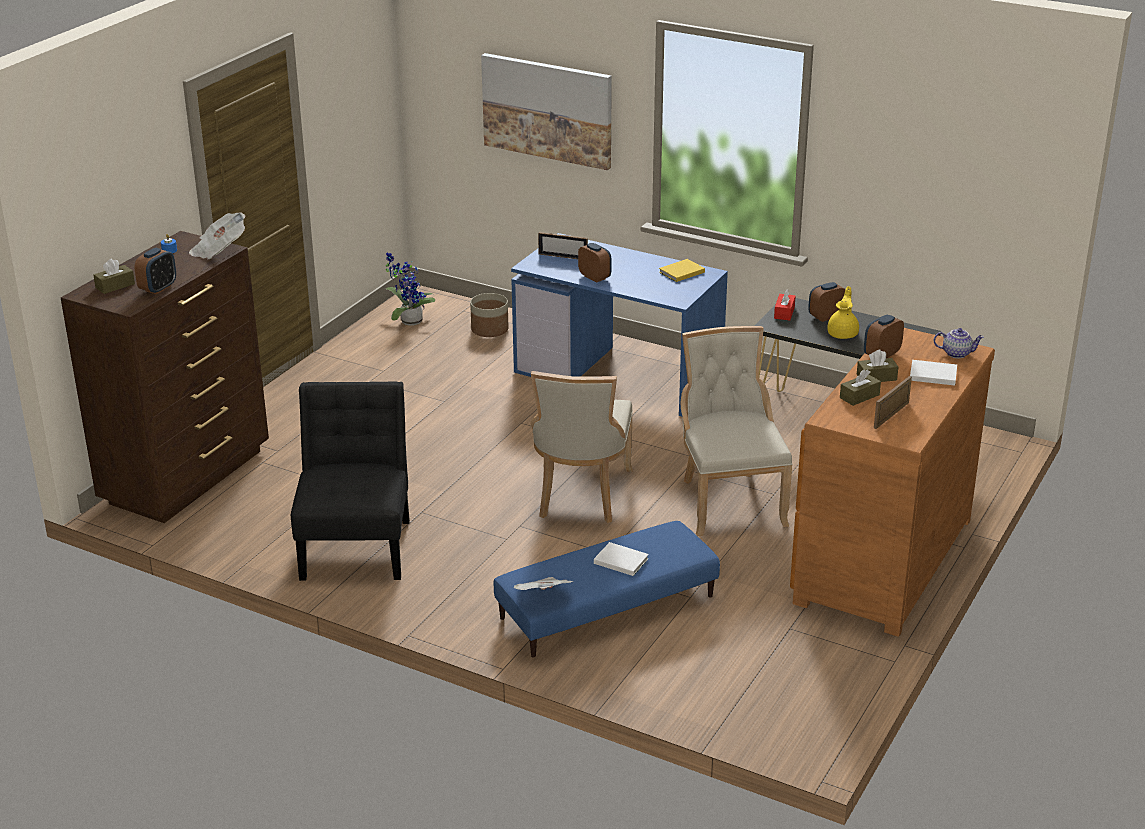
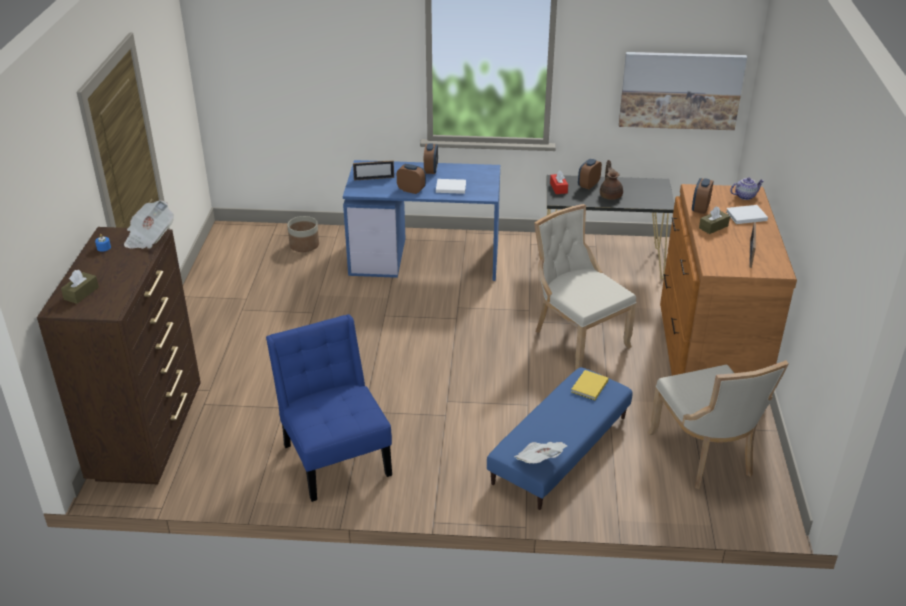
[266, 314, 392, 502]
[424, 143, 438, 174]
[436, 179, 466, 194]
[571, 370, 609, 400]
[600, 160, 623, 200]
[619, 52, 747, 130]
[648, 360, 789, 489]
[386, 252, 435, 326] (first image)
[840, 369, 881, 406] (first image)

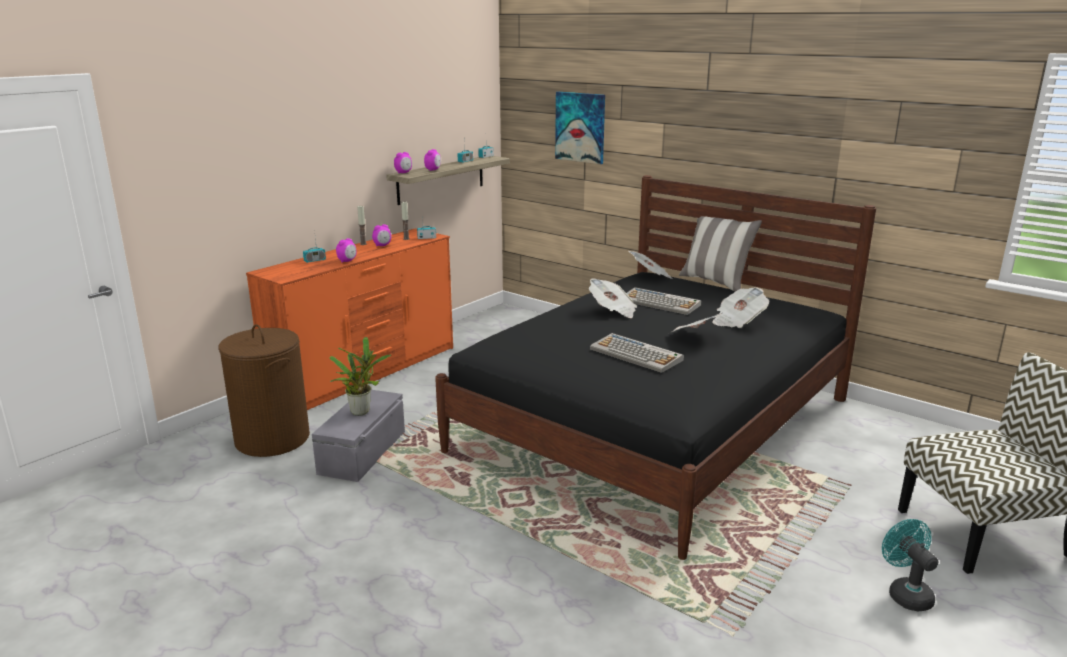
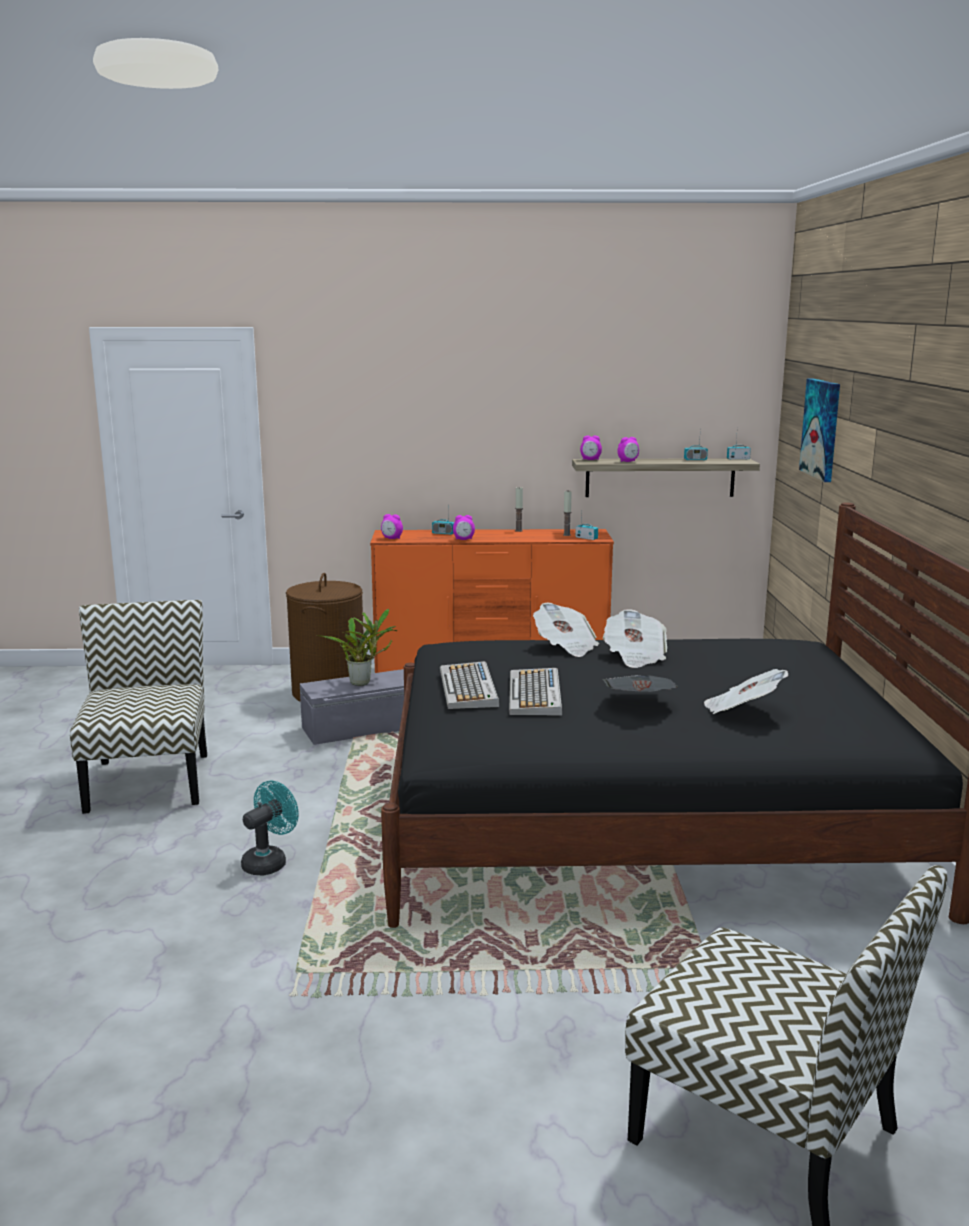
[70, 600, 207, 814]
[241, 781, 299, 876]
[381, 514, 403, 539]
[440, 661, 499, 709]
[533, 603, 599, 657]
[679, 216, 762, 292] (first image)

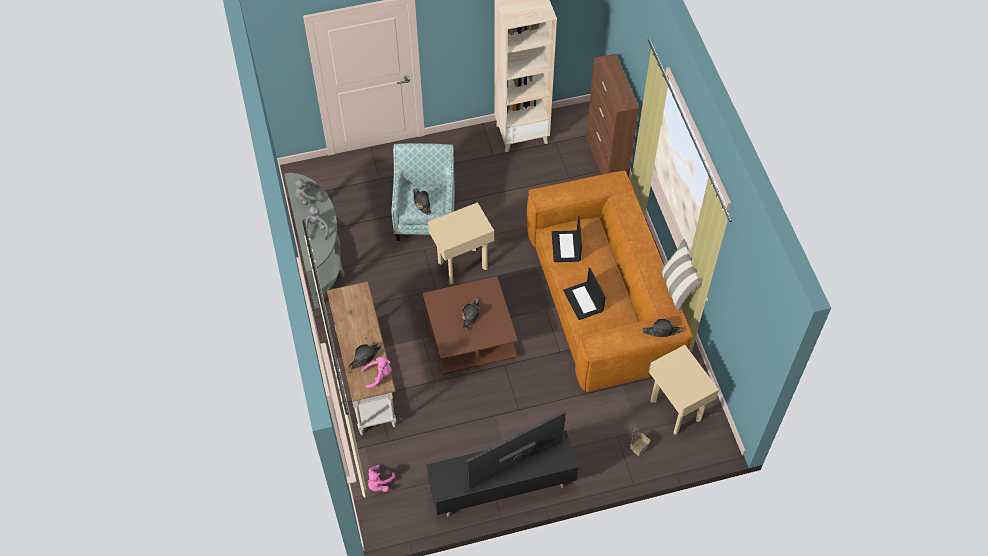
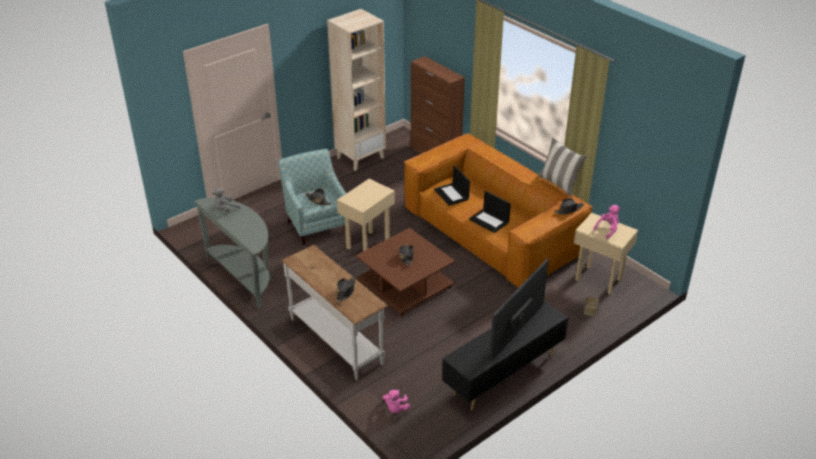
[593, 205, 620, 239]
[301, 205, 329, 240] (first image)

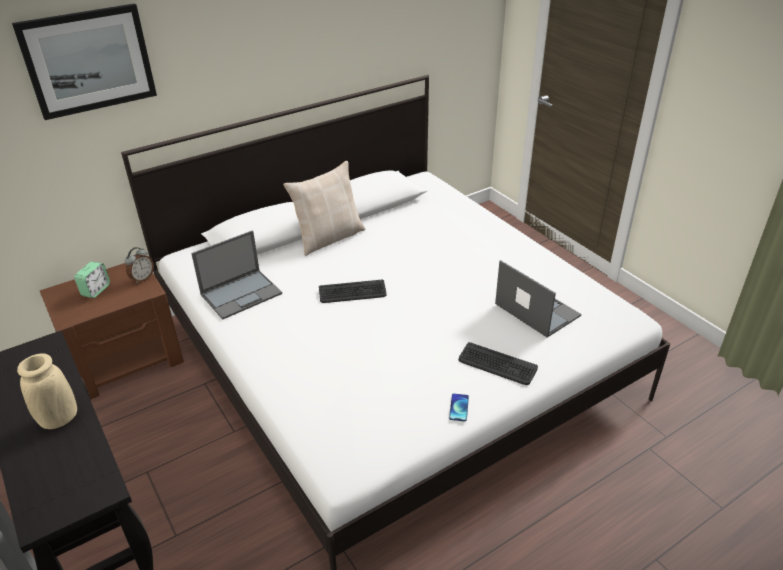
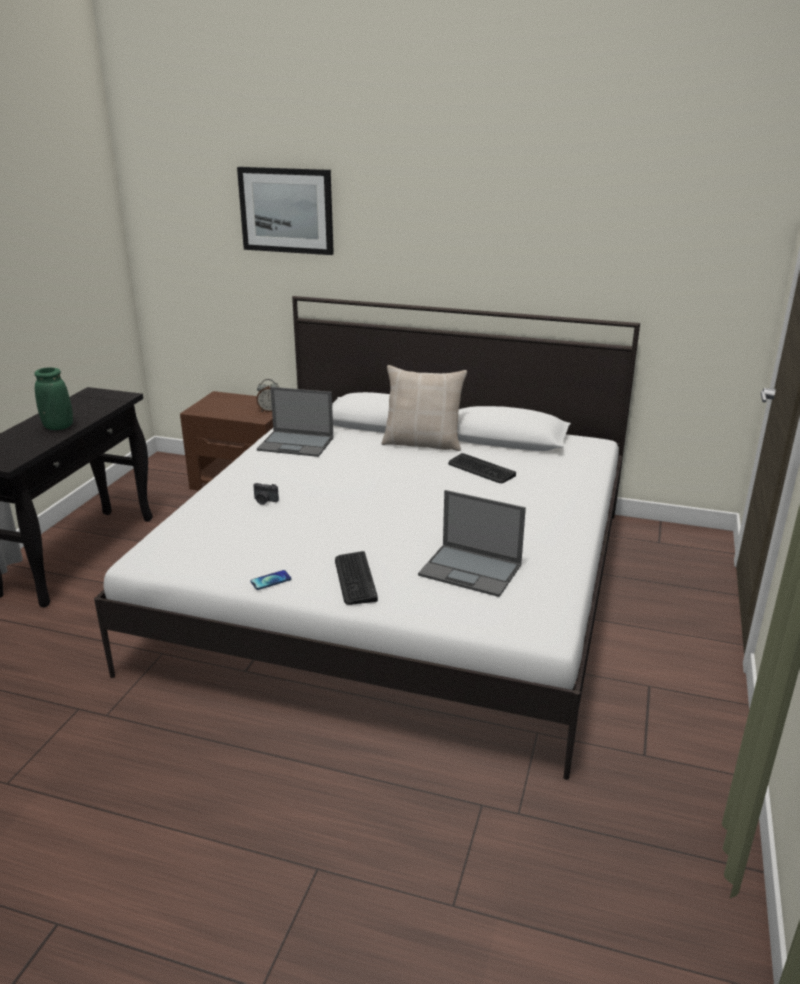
[34, 367, 73, 430]
[253, 483, 279, 505]
[418, 490, 526, 597]
[448, 453, 516, 483]
[74, 262, 110, 298] (first image)

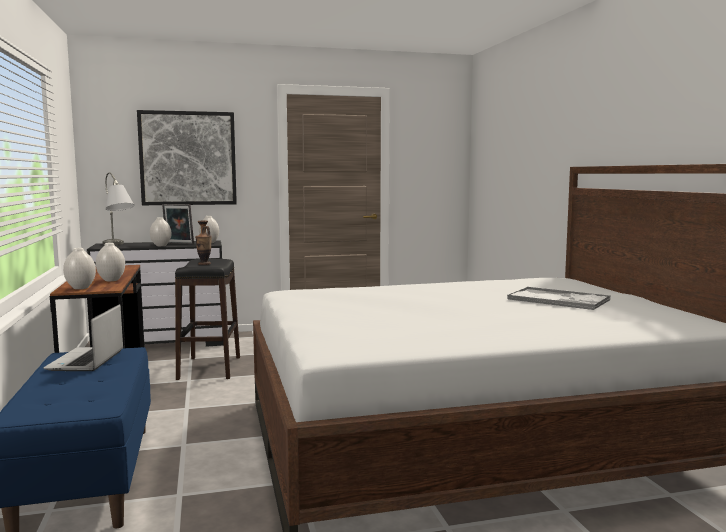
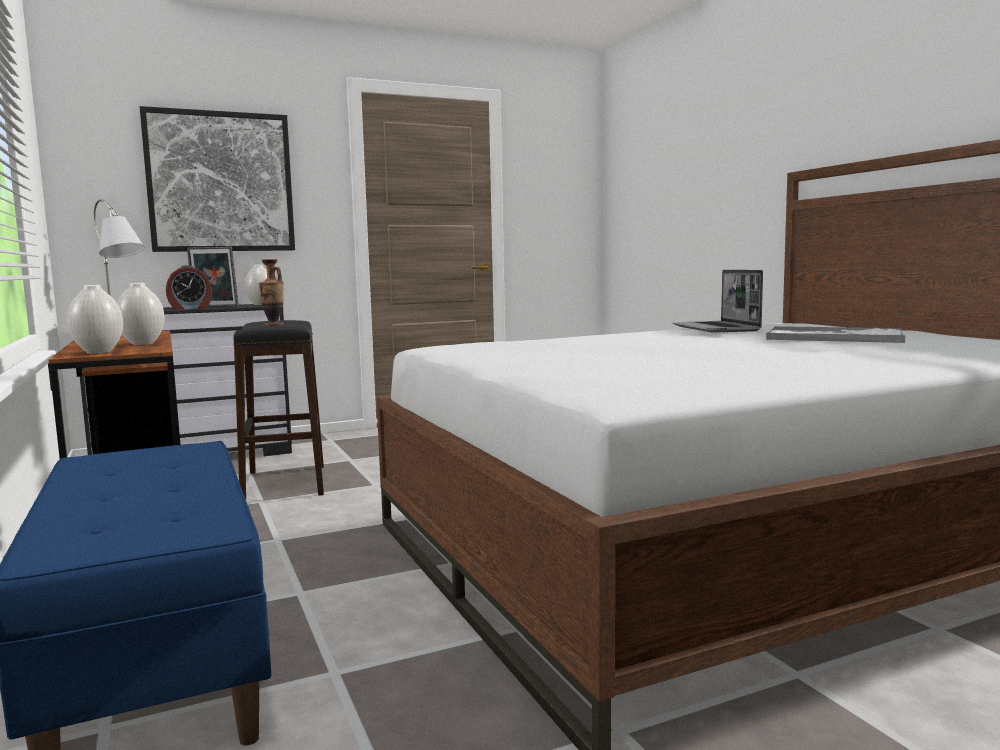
[166, 265, 212, 310]
[673, 270, 763, 333]

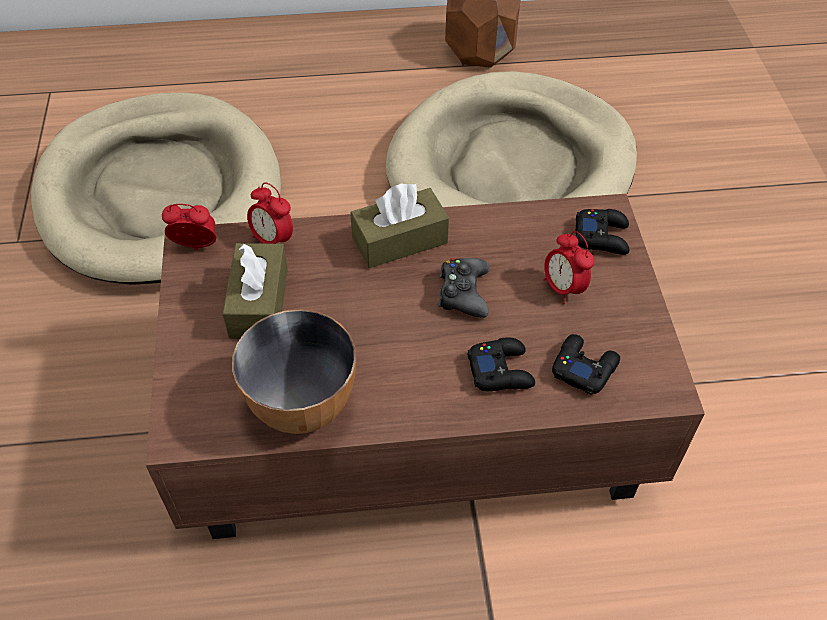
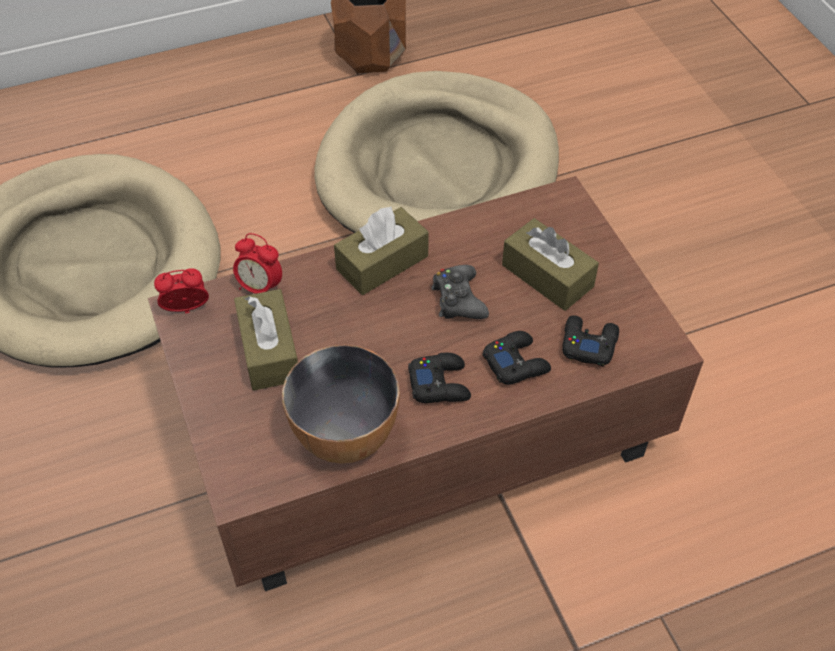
[408, 353, 471, 403]
[502, 218, 599, 311]

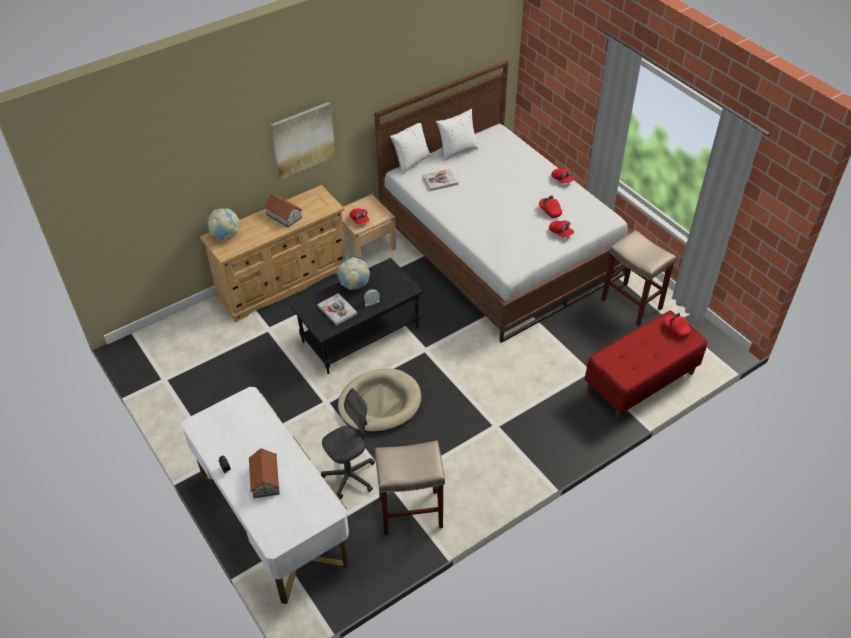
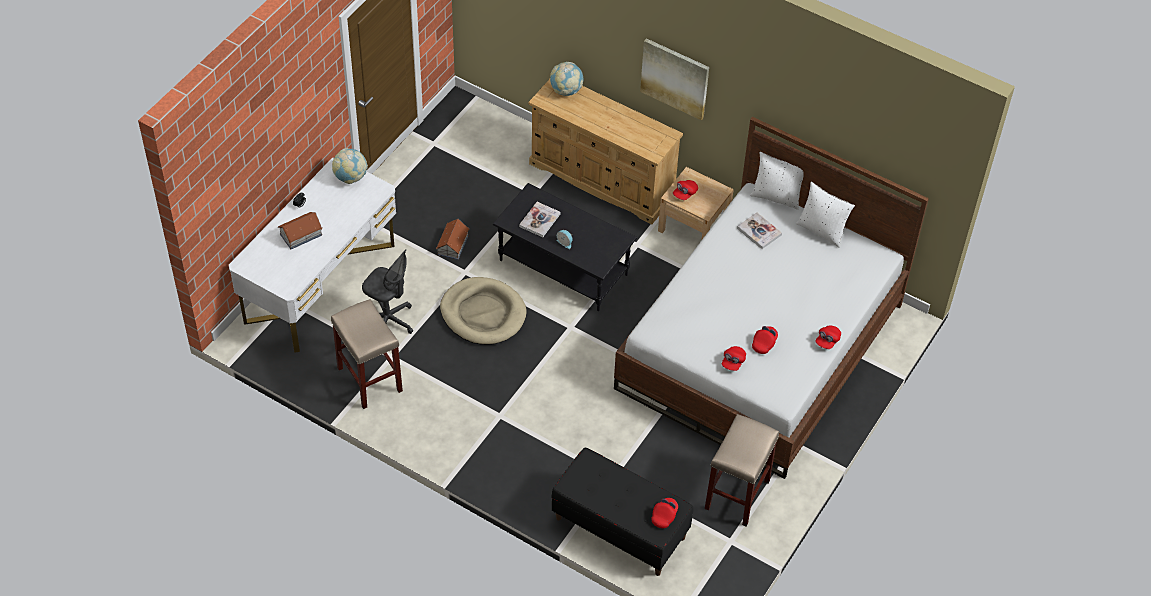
[332, 148, 368, 184]
[436, 219, 470, 260]
[552, 447, 693, 576]

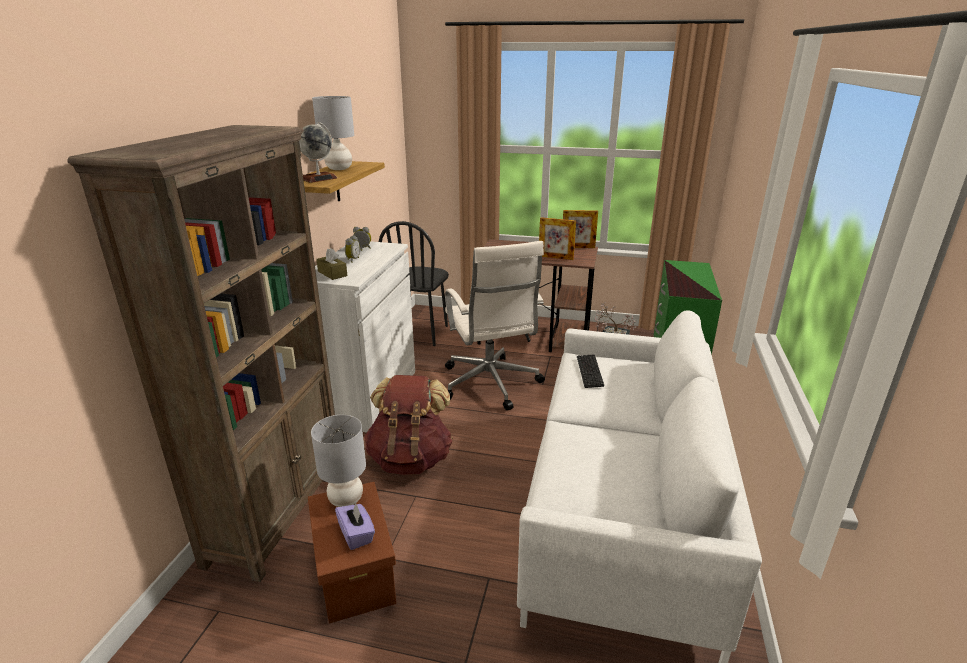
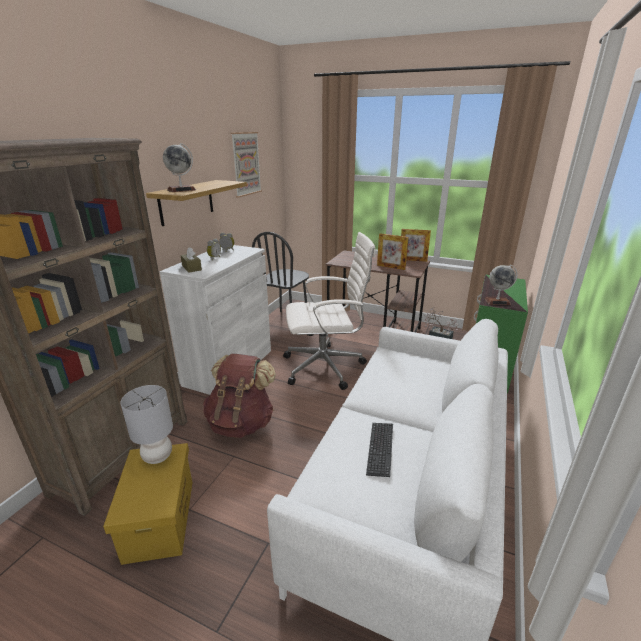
[103, 443, 193, 565]
[231, 132, 262, 198]
[283, 232, 376, 390]
[366, 423, 393, 477]
[484, 264, 518, 305]
[312, 96, 354, 170] (first image)
[335, 502, 375, 550] (first image)

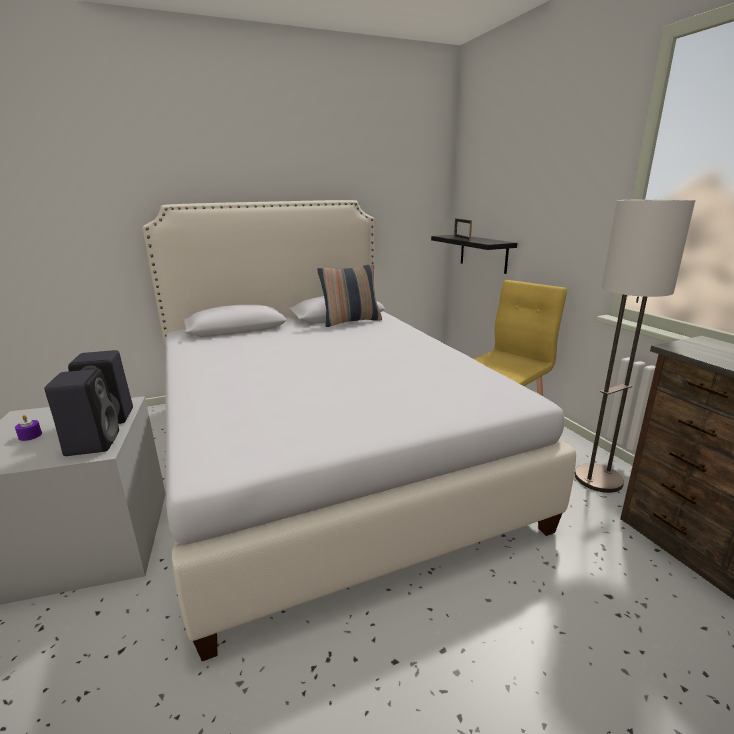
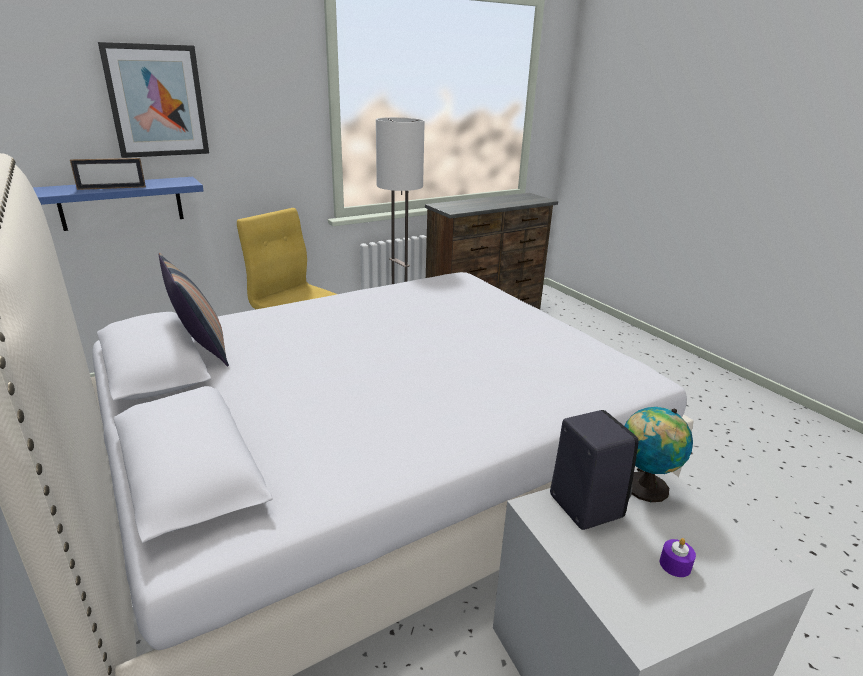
[33, 177, 204, 231]
[98, 42, 209, 158]
[625, 407, 693, 502]

